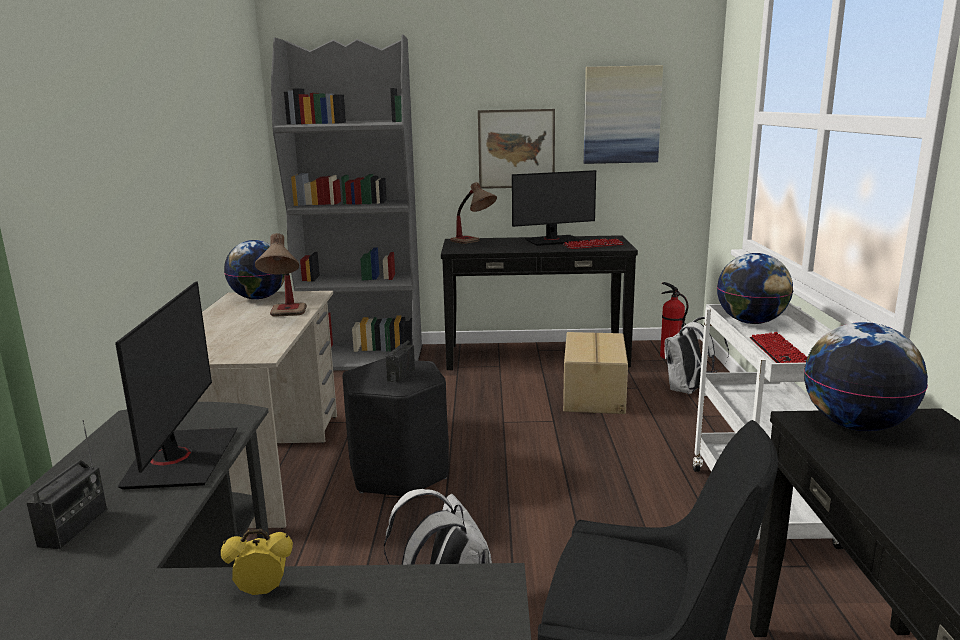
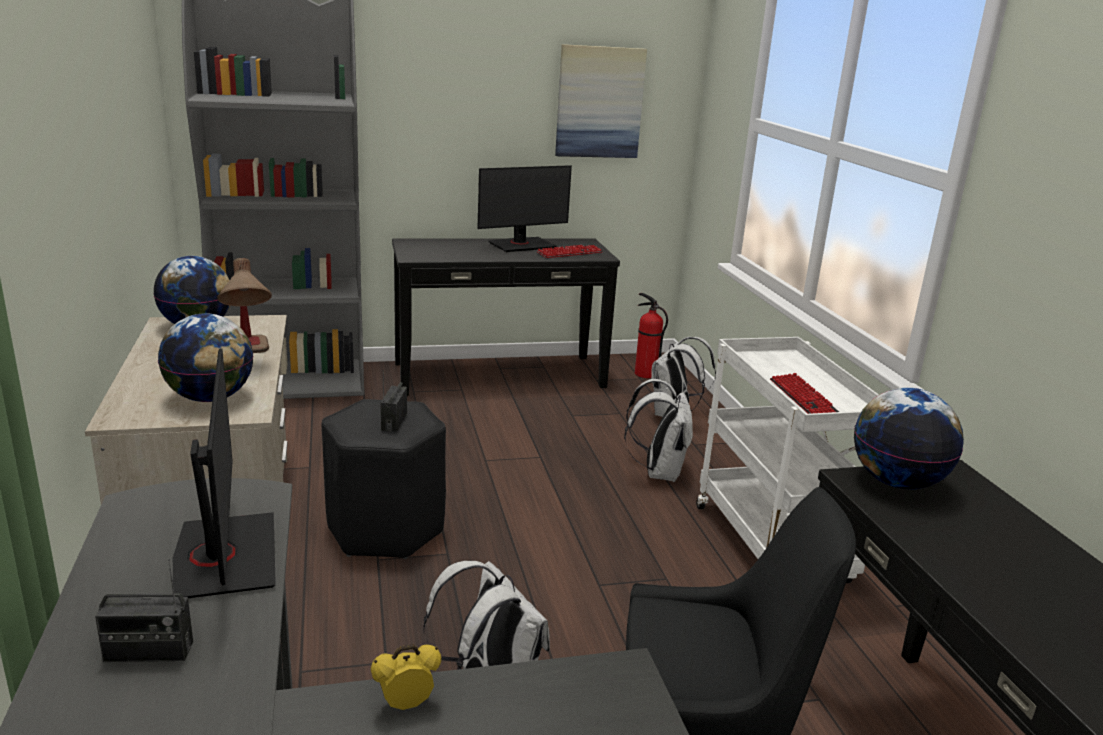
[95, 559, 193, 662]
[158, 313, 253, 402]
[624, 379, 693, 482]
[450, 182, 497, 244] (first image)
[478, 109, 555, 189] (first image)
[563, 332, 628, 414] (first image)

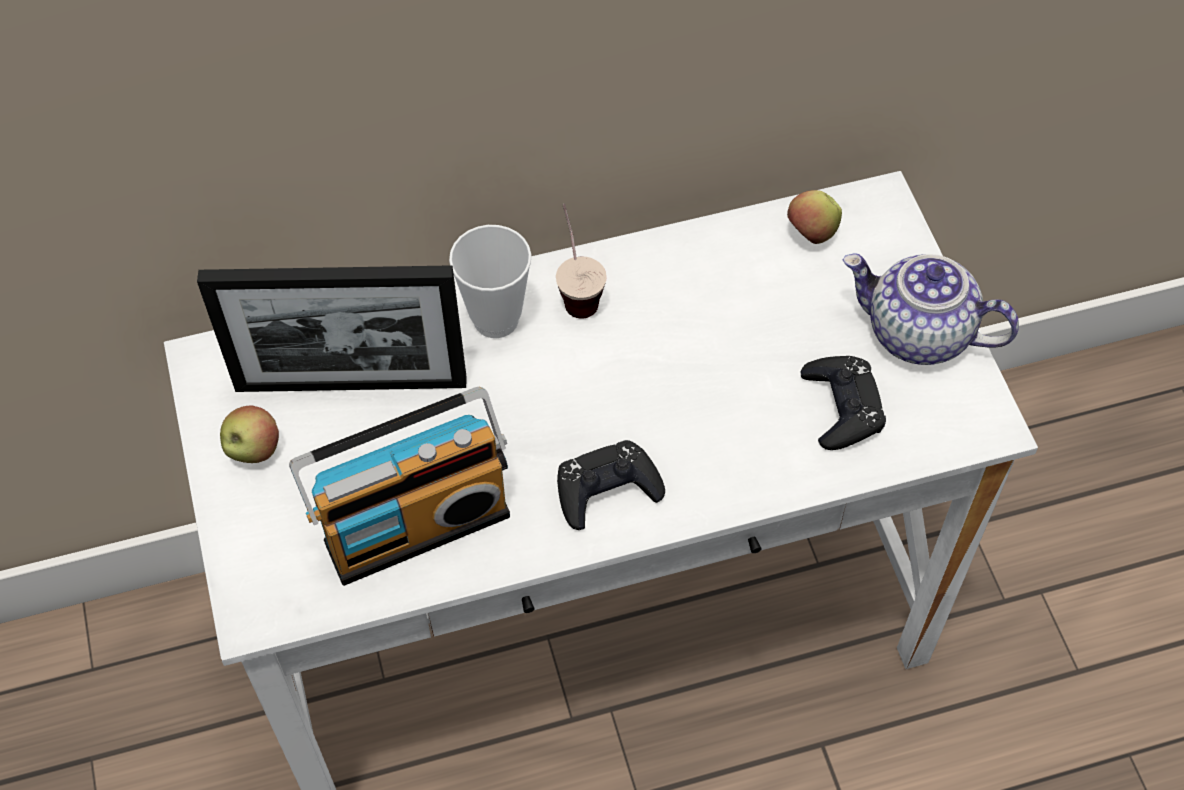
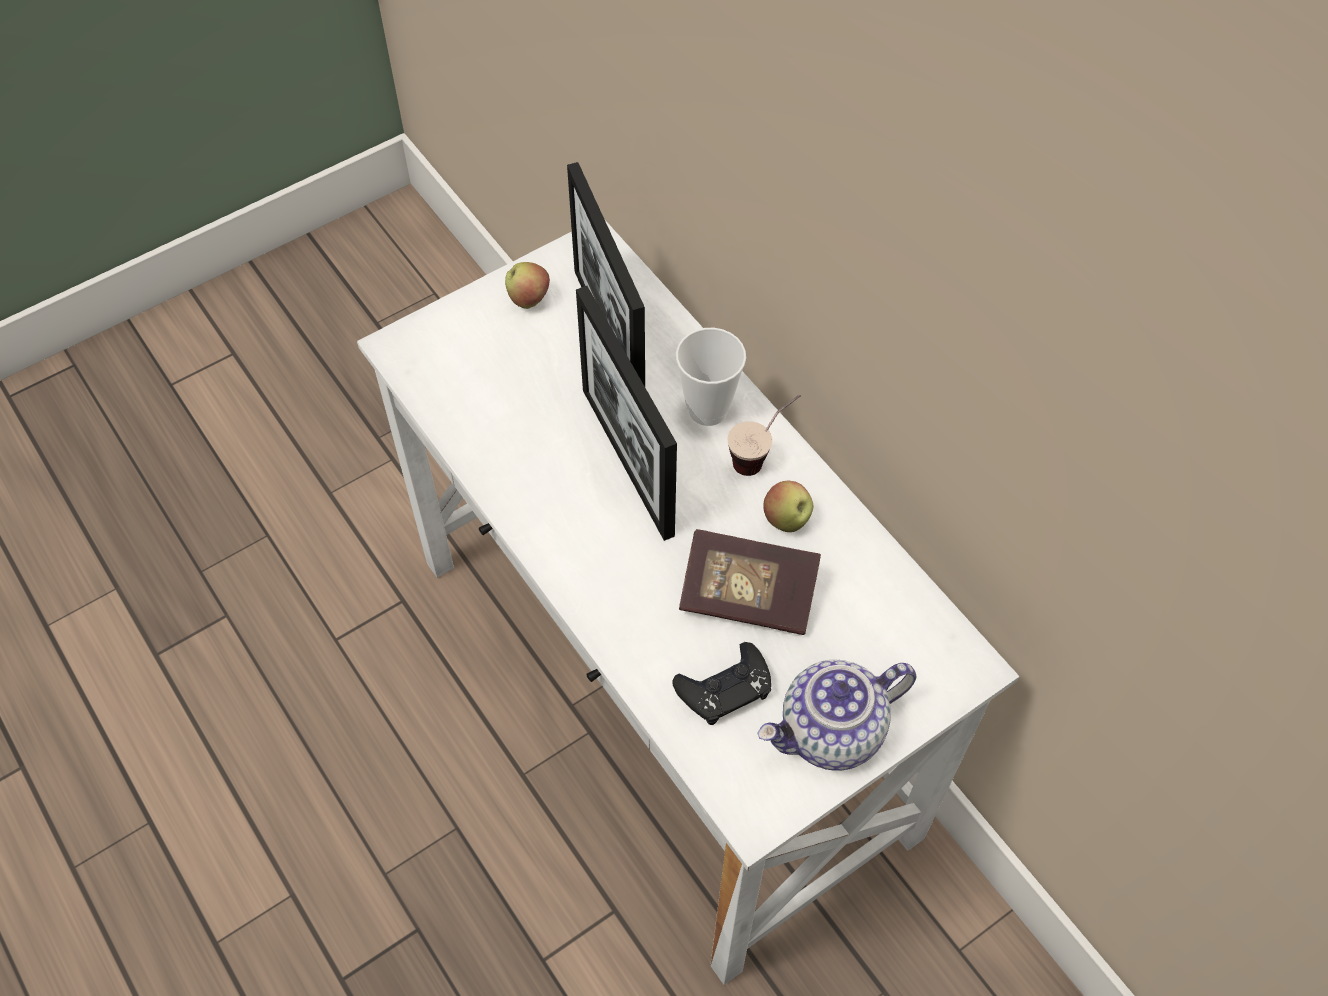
[576, 286, 677, 541]
[679, 529, 821, 635]
[757, 660, 916, 771]
[763, 481, 813, 532]
[289, 387, 510, 586] (first image)
[557, 440, 665, 530] (first image)

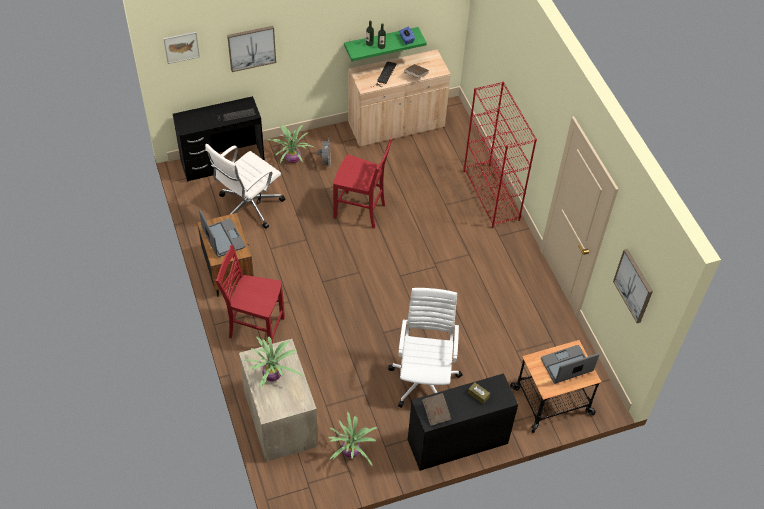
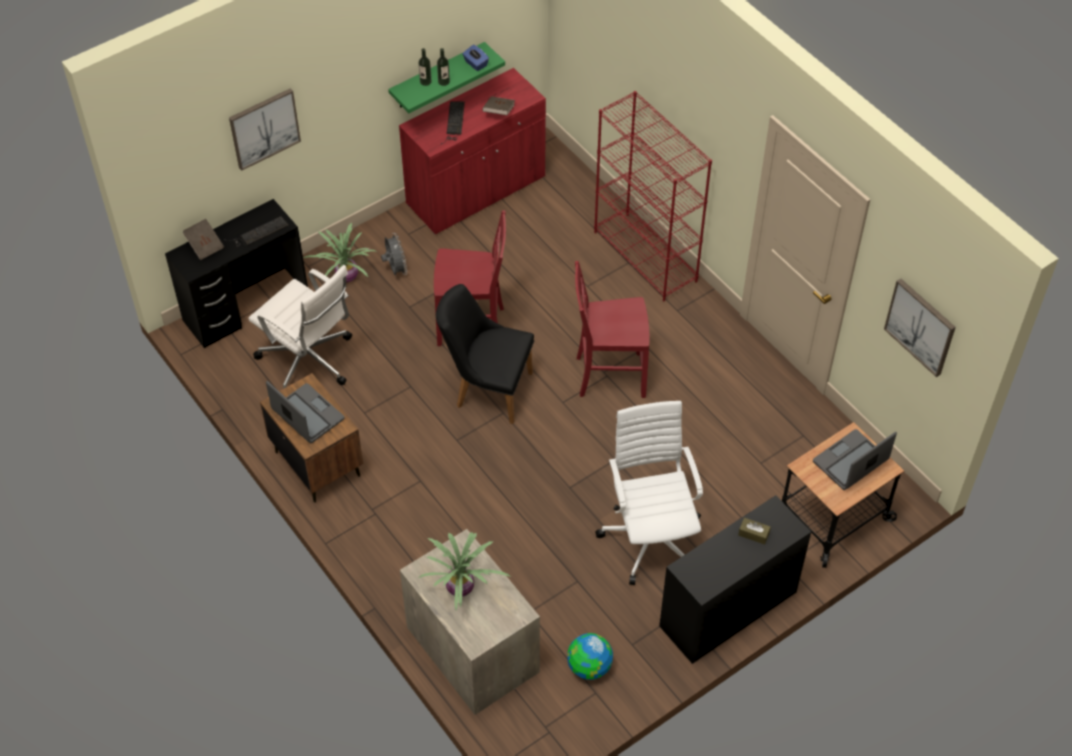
[182, 219, 224, 260]
[248, 265, 352, 389]
[399, 68, 546, 234]
[436, 284, 534, 424]
[567, 633, 613, 680]
[575, 261, 649, 398]
[163, 32, 200, 64] (first image)

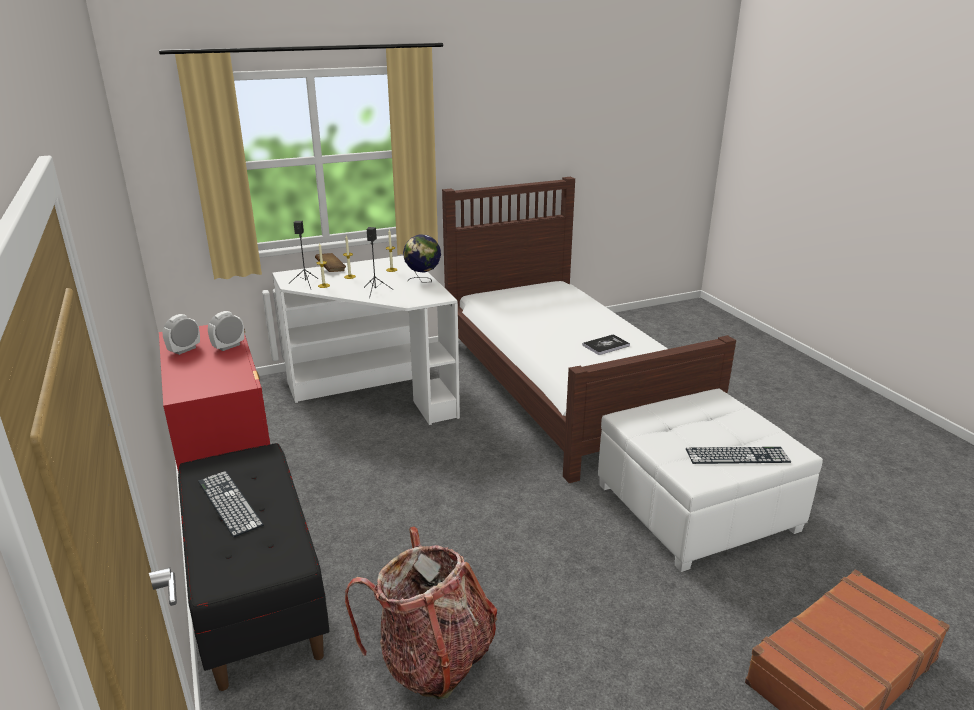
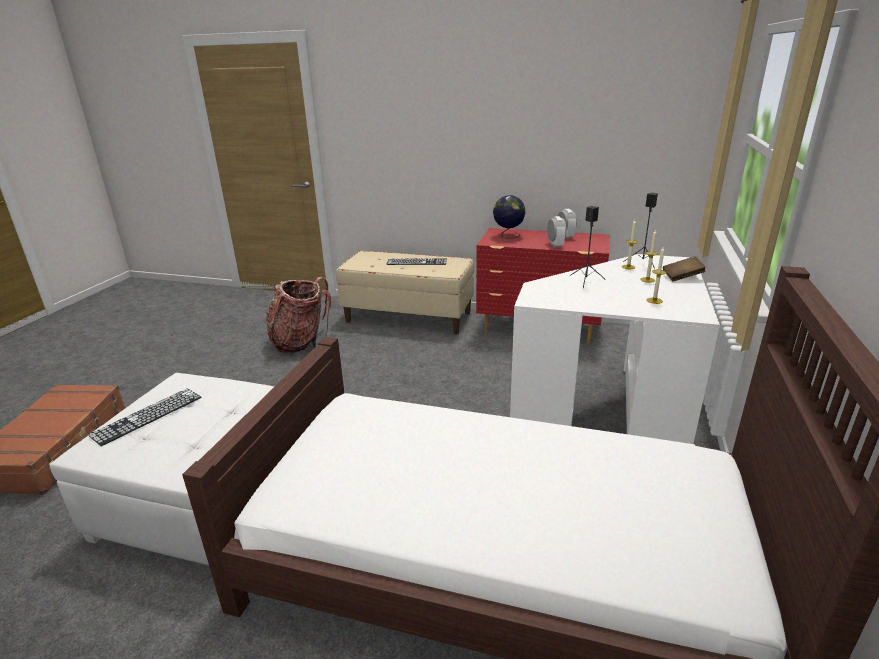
[336, 251, 474, 334]
[493, 195, 526, 238]
[583, 334, 630, 355] (first image)

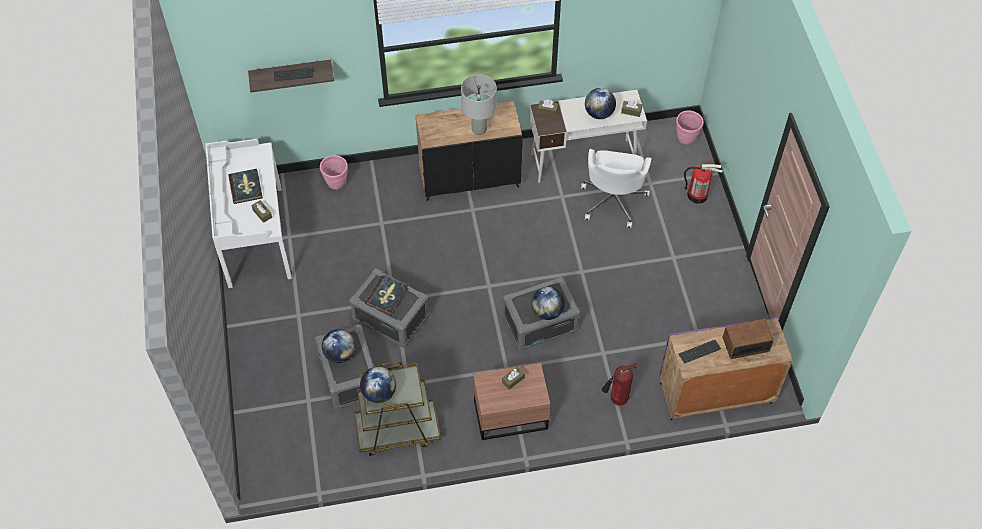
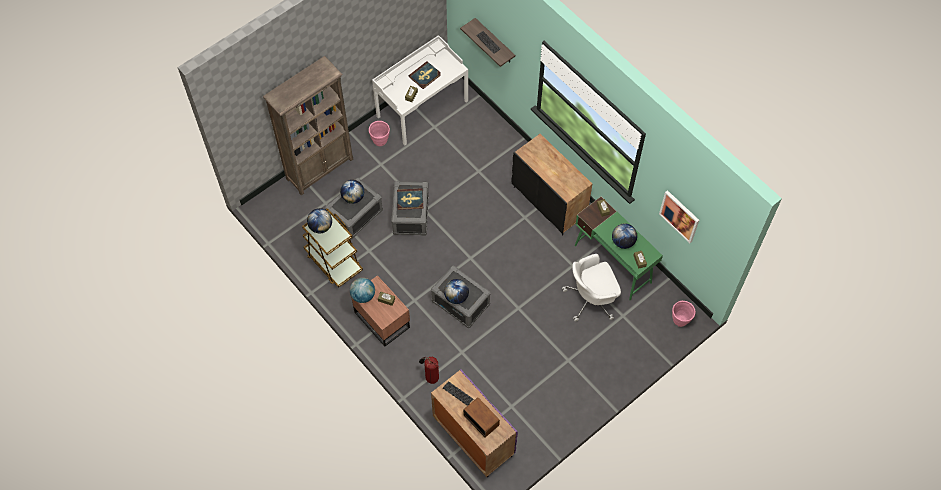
[263, 56, 353, 196]
[350, 278, 375, 303]
[369, 121, 390, 146]
[575, 197, 663, 300]
[659, 190, 699, 243]
[461, 74, 497, 135] (first image)
[684, 164, 723, 204] (first image)

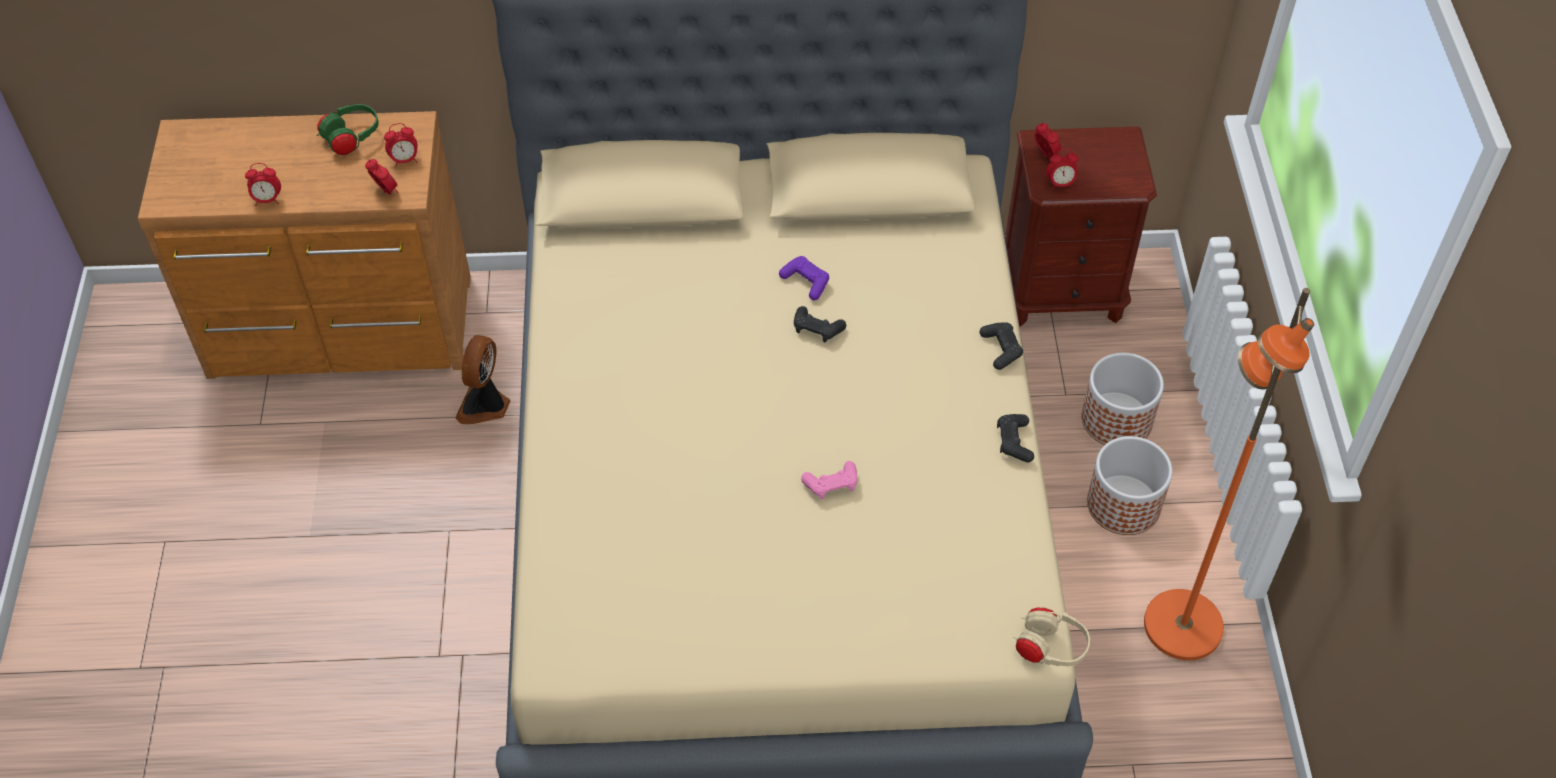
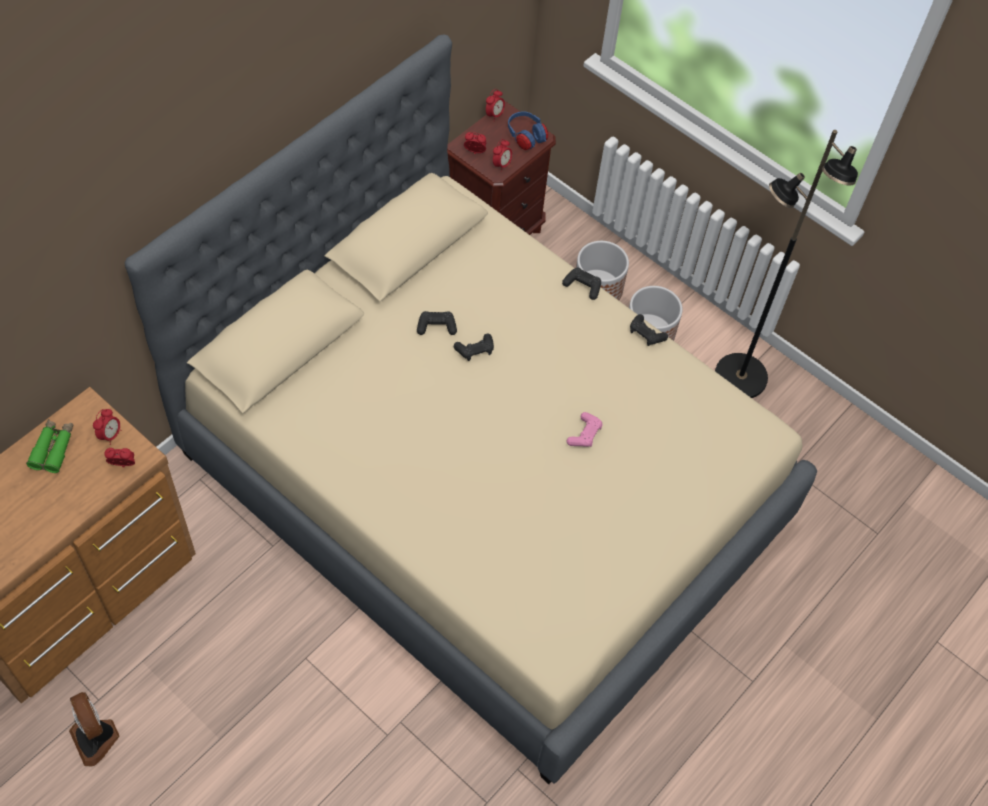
[26, 419, 73, 473]
[69, 692, 119, 767]
[417, 311, 457, 335]
[486, 89, 505, 122]
[508, 111, 548, 150]
[715, 130, 858, 398]
[1013, 608, 1090, 666] (first image)

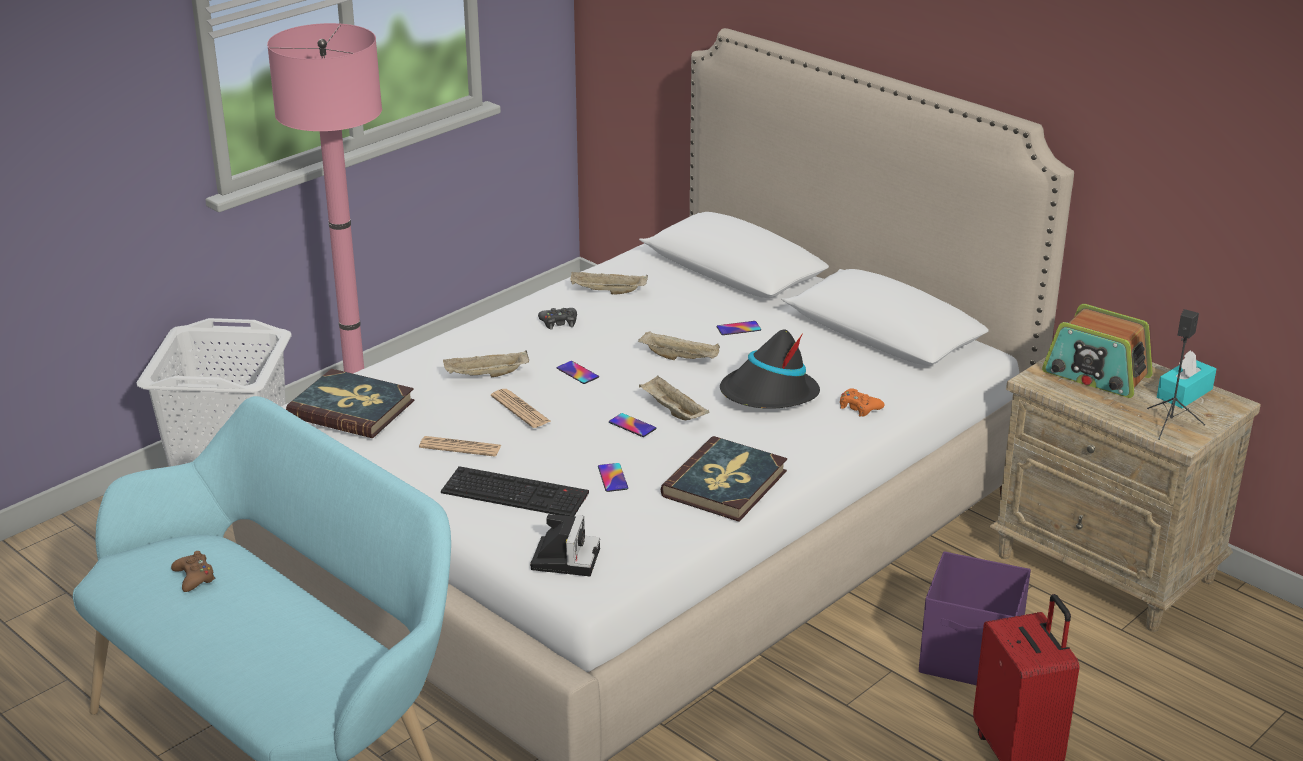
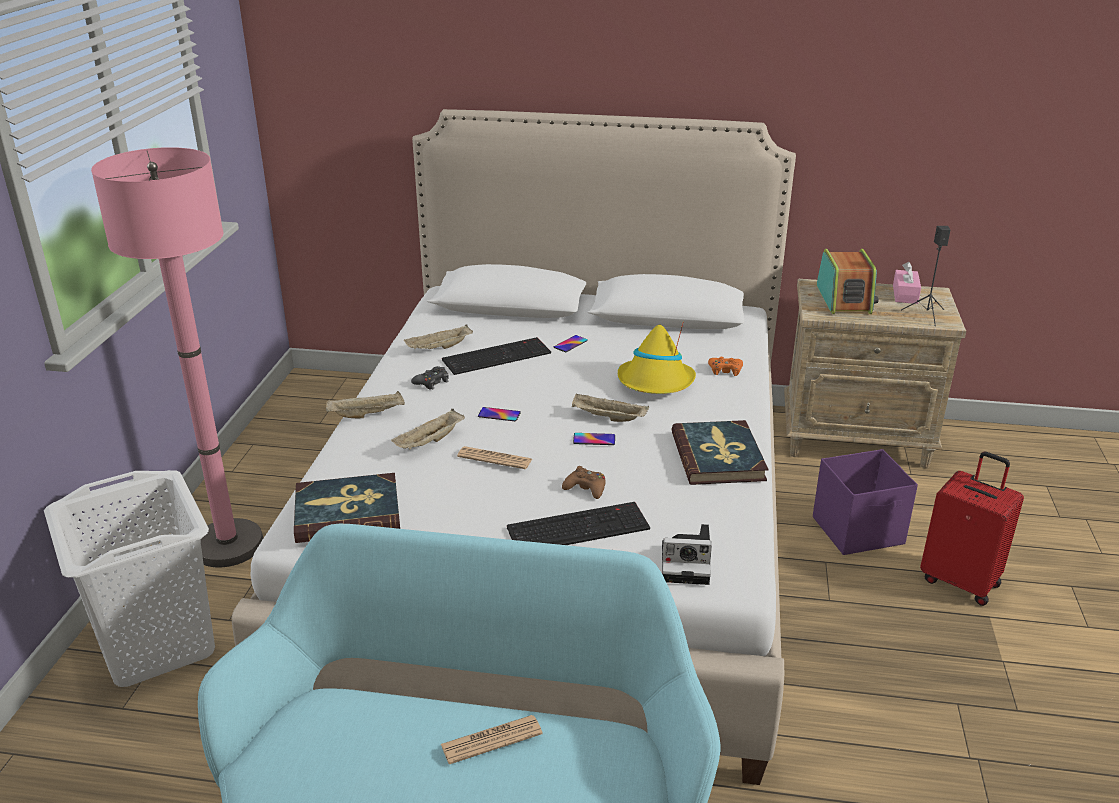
[326, 391, 405, 418]
[441, 715, 543, 764]
[442, 337, 551, 375]
[562, 466, 606, 499]
[618, 323, 696, 394]
[662, 524, 712, 585]
[817, 249, 879, 314]
[893, 262, 921, 304]
[598, 463, 628, 492] (first image)

